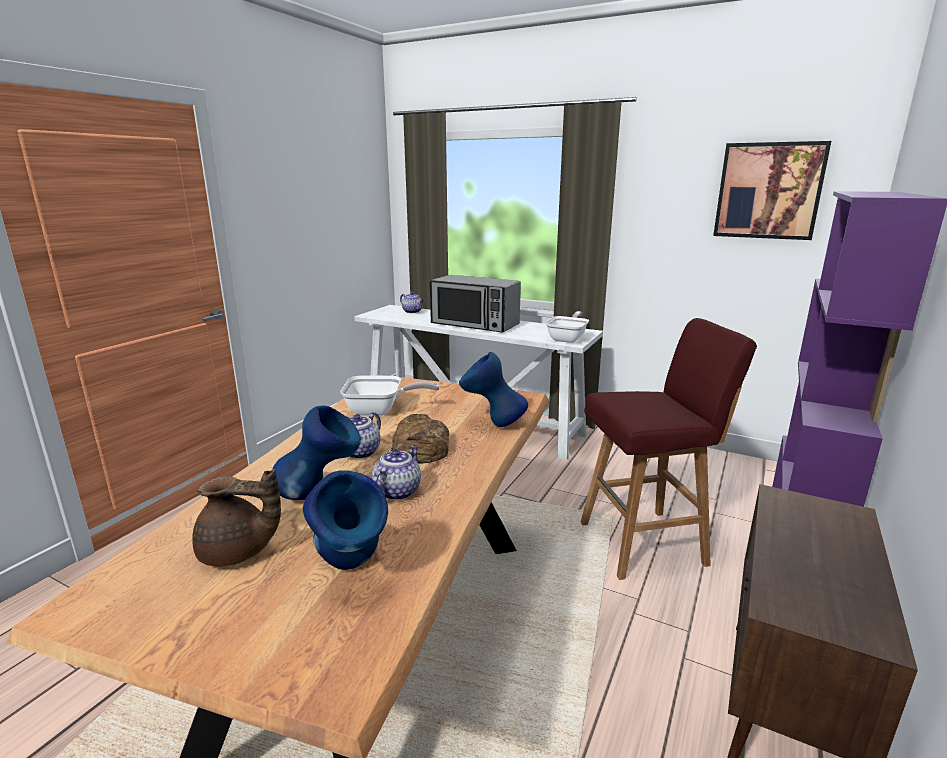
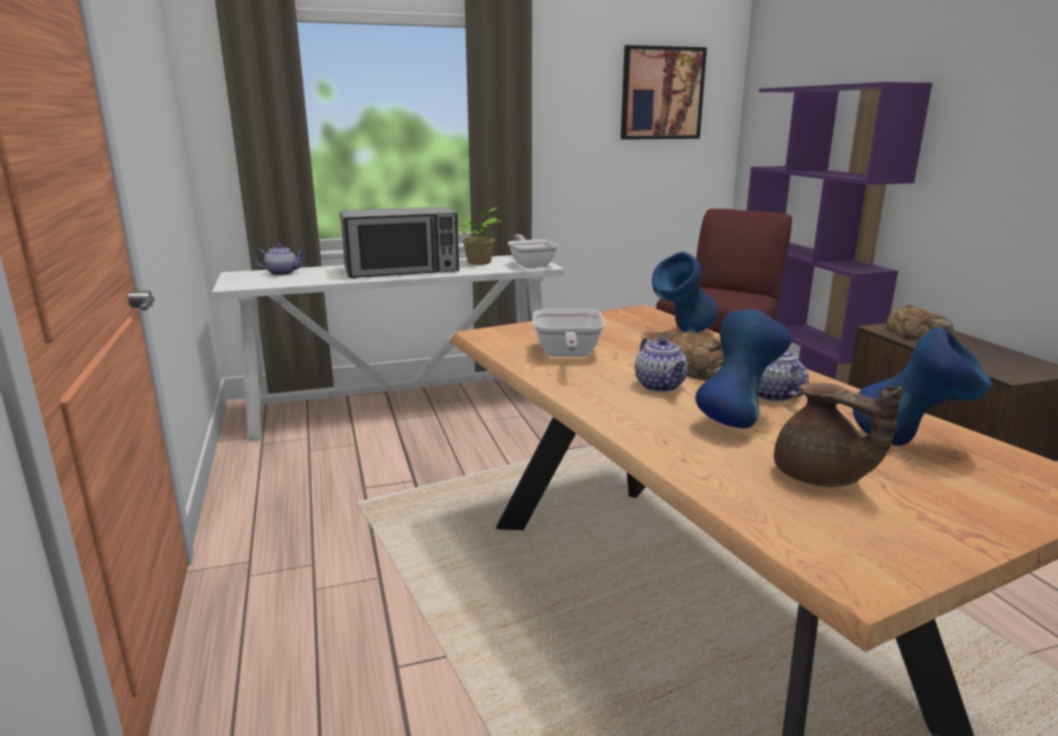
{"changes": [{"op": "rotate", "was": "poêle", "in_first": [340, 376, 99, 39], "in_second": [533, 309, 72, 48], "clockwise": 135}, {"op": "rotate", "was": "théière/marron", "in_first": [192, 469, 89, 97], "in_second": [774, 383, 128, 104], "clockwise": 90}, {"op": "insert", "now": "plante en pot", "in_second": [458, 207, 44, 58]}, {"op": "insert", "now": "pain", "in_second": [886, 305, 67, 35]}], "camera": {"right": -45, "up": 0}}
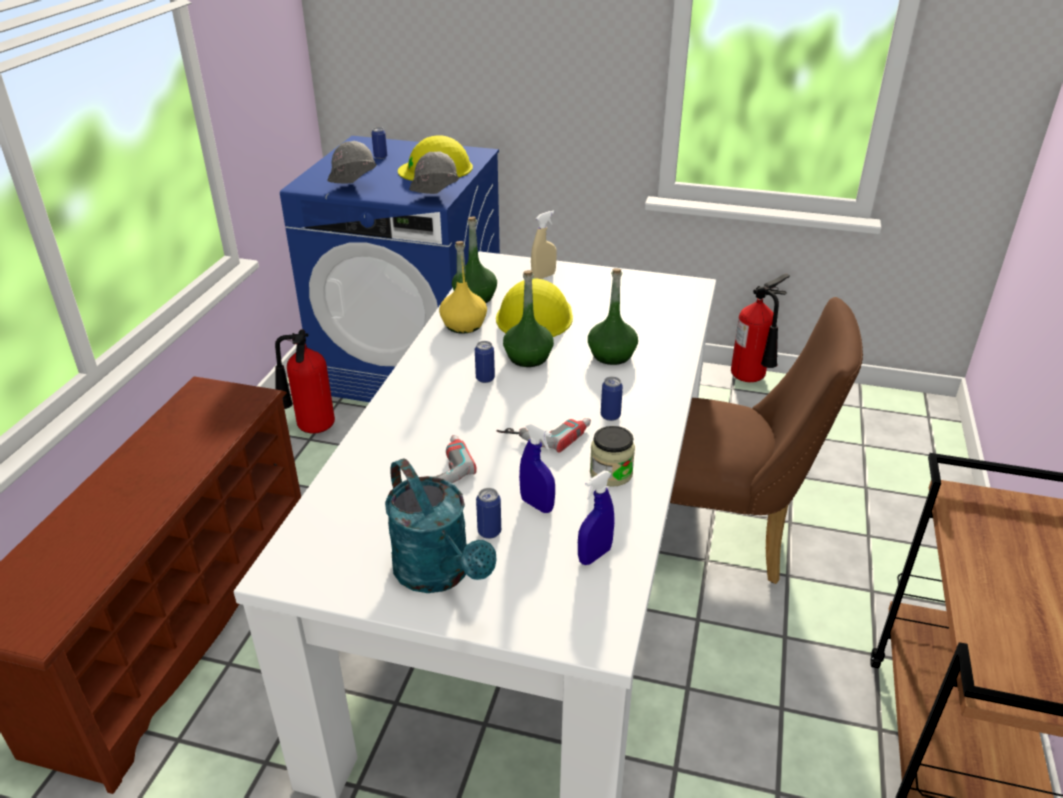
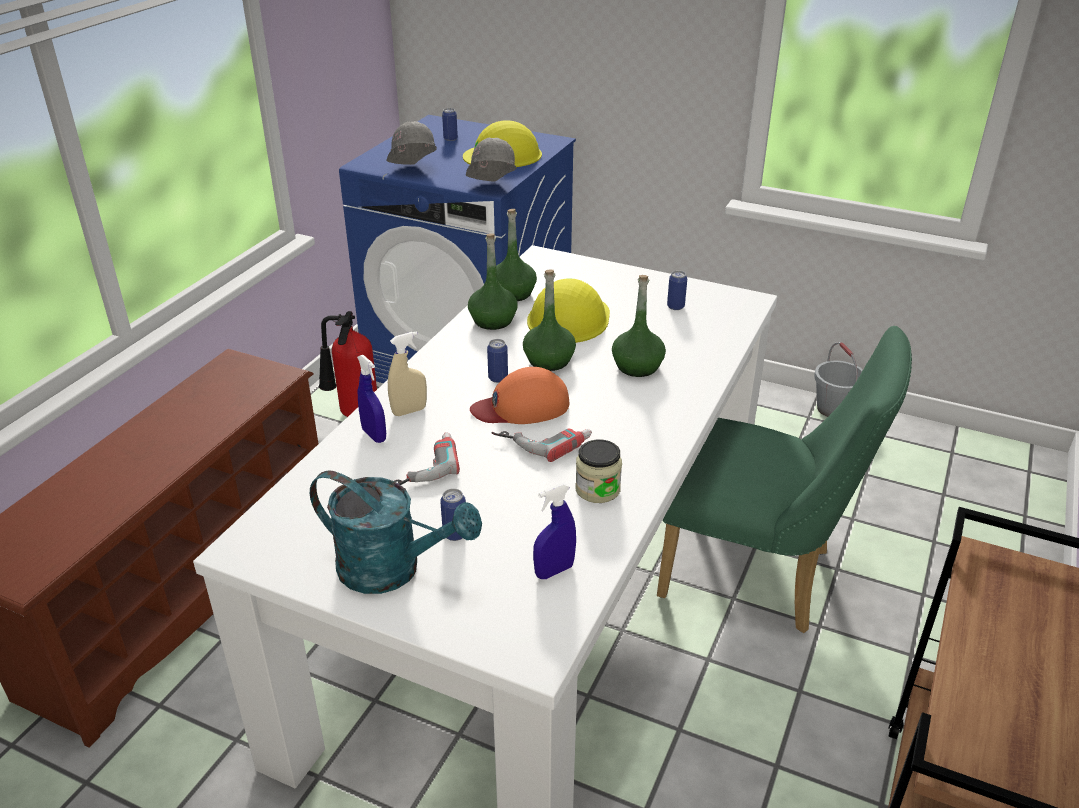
{"changes": [{"op": "move", "was": "vaporisateur/beige", "in_first": [531, 211, 26, 68], "in_second": [388, 331, 39, 85]}, {"op": "recolor", "was": "bouteille/jaune", "now": "bouteille/vert", "in_first": [439, 241, 48, 93], "in_second": [468, 233, 50, 97]}, {"op": "replace", "was": "extincteur", "now": "seau/gris", "in_first": [731, 274, 59, 108], "in_second": [814, 342, 49, 75]}, {"op": "recolor", "was": "chaise/marron", "now": "chaise/vert", "in_first": [670, 297, 193, 287], "in_second": [657, 326, 255, 307]}, {"op": "move", "was": "boîte métallique", "in_first": [601, 376, 22, 45], "in_second": [667, 270, 20, 40]}, {"op": "move", "was": "vaporisateur/bleu", "in_first": [519, 423, 36, 90], "in_second": [357, 355, 29, 88]}, {"op": "rotate", "was": "arrosoir/turquoise", "in_first": [385, 459, 112, 134], "in_second": [310, 470, 172, 124], "clockwise": -45}, {"op": "insert", "now": "casquette/orange", "in_second": [470, 367, 100, 57]}], "camera": {"right": 10, "up": 0}}
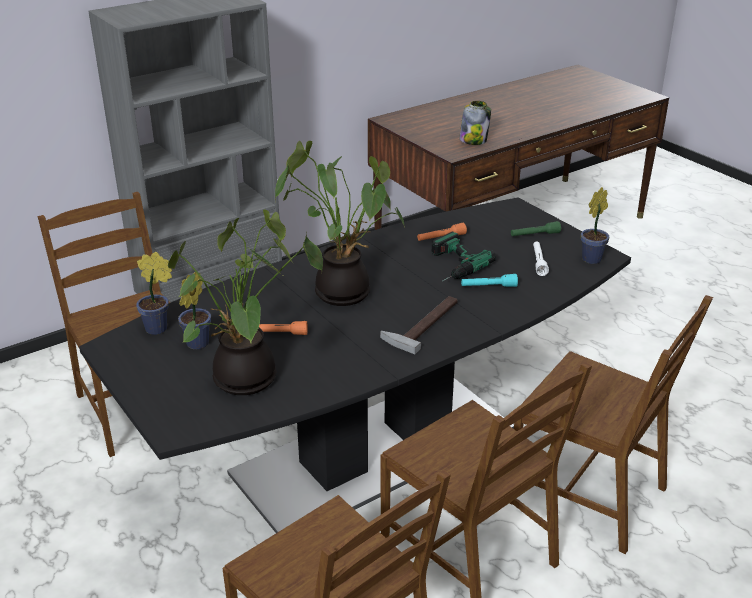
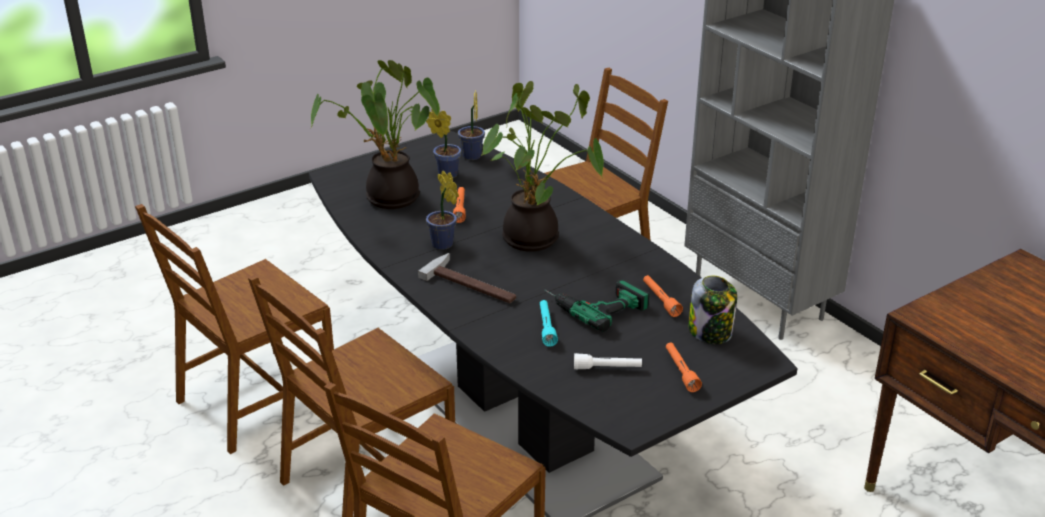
{"changes": [{"op": "move", "was": "bocal", "in_first": [459, 101, 32, 44], "in_second": [688, 275, 49, 69]}, {"op": "move", "was": "plante en pot", "in_first": [581, 187, 29, 77], "in_second": [426, 170, 33, 80]}, {"op": "recolor", "was": "lampe de poche/vert", "now": "lampe de poche/orange", "in_first": [511, 221, 50, 15], "in_second": [666, 342, 36, 50]}], "camera": {"right": 90, "up": 0}}
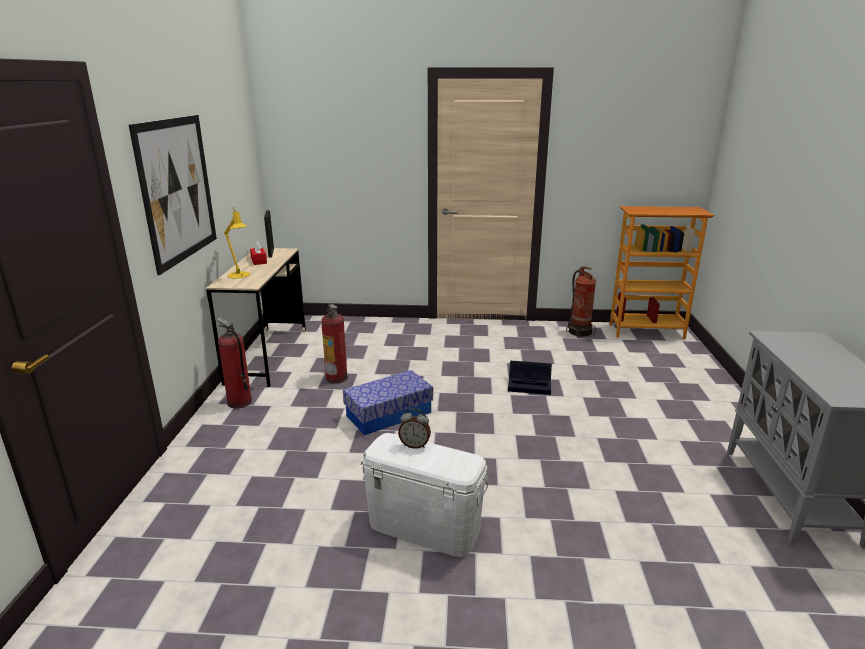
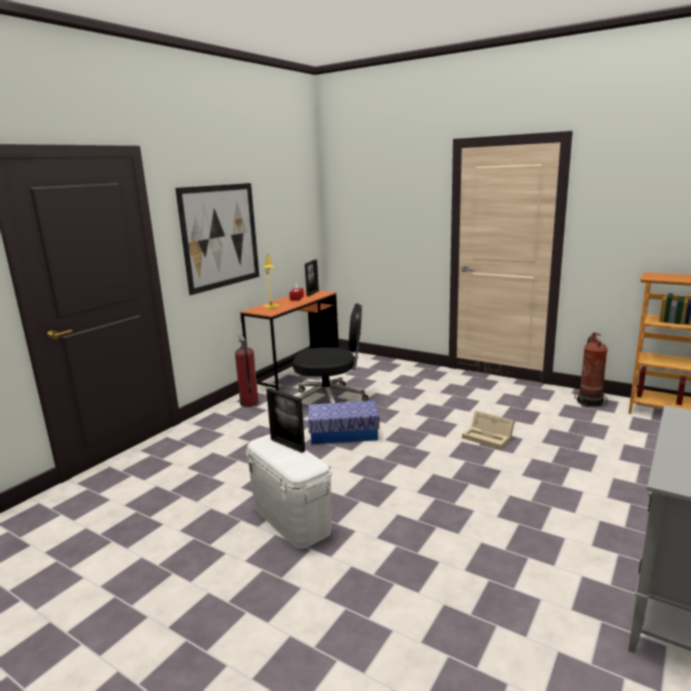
{"changes": [{"op": "recolor", "was": "bureau/beige", "now": "bureau/orange", "in_first": [206, 248, 100, 139], "in_second": [240, 290, 99, 101]}, {"op": "replace", "was": "extincteur", "now": "chaise de bureau/noir", "in_first": [321, 304, 27, 80], "in_second": [292, 304, 77, 99]}, {"op": "recolor", "was": "boîte de rangement/noir", "now": "boîte de rangement/beige", "in_first": [508, 361, 44, 34], "in_second": [462, 411, 53, 38]}, {"op": "replace", "was": "réveil", "now": "cadre photo", "in_first": [398, 408, 33, 41], "in_second": [266, 388, 39, 65]}], "camera": {"right": 30, "up": -5}}
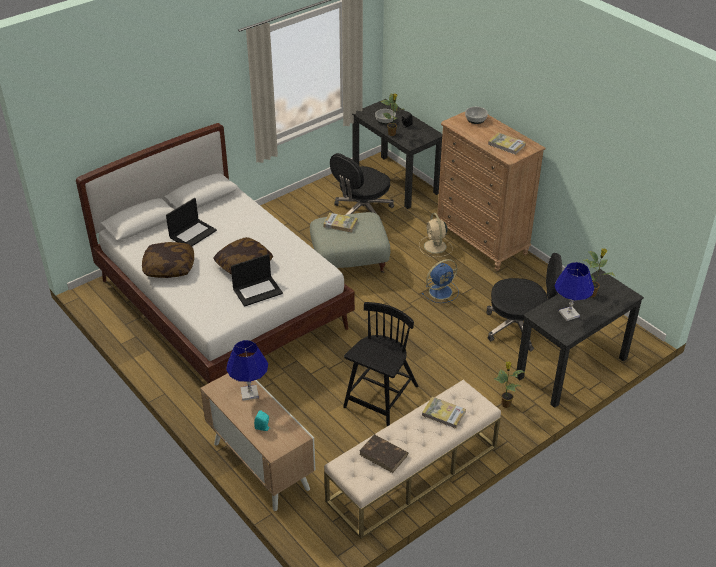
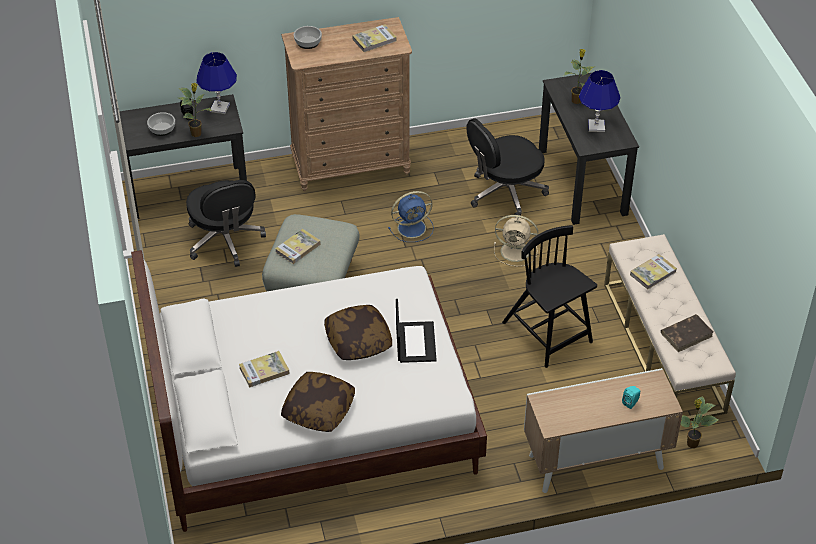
{"changes": [{"op": "replace", "was": "ordinateur portable", "now": "livre", "in_first": [166, 198, 51, 48], "in_second": [239, 351, 51, 37]}, {"op": "move", "was": "ventilateur/beige", "in_first": [419, 213, 34, 44], "in_second": [494, 215, 44, 51]}, {"op": "rotate", "was": "chaise de bureau/noir", "in_first": [486, 253, 76, 98], "in_second": [466, 118, 83, 100], "clockwise": -150}, {"op": "rotate", "was": "ventilateur/bleu", "in_first": [422, 259, 37, 44], "in_second": [388, 191, 46, 51], "clockwise": 75}, {"op": "move", "was": "lampe de table/bleu", "in_first": [226, 340, 42, 61], "in_second": [196, 52, 41, 62]}, {"op": "move", "was": "plante en pot", "in_first": [494, 361, 30, 47], "in_second": [681, 396, 38, 52]}], "camera": {"right": -65, "up": 5}}
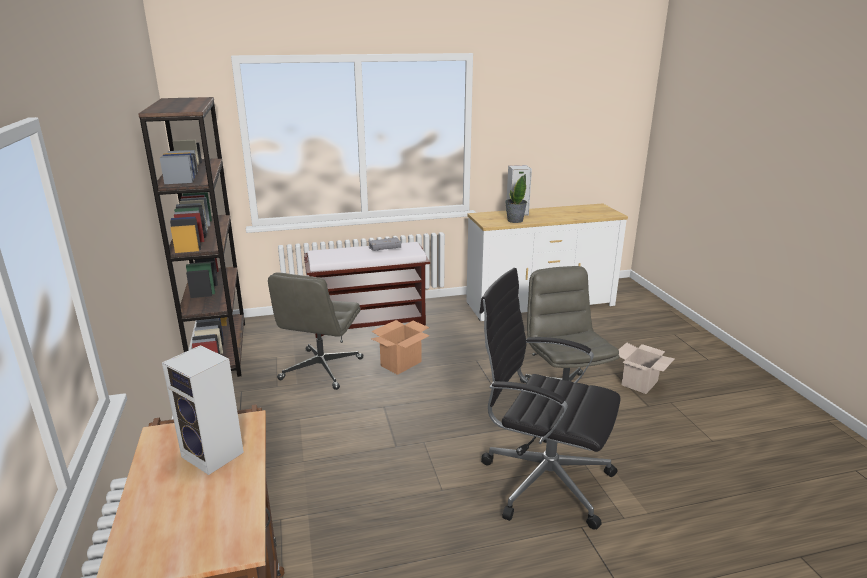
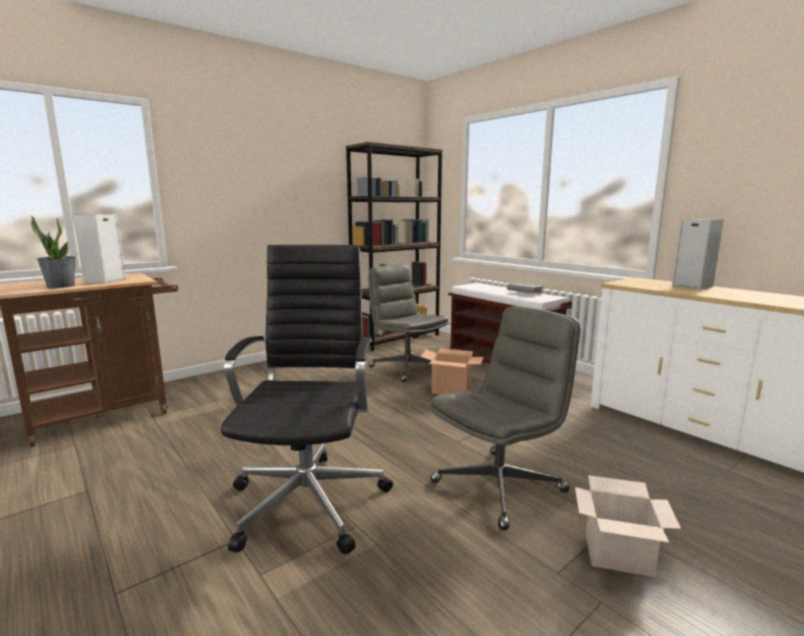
{"changes": [{"op": "move", "was": "plante en pot", "in_first": [505, 173, 22, 50], "in_second": [30, 215, 46, 73]}, {"op": "rotate", "was": "chaise de bureau/gris", "in_first": [268, 273, 96, 117], "in_second": [368, 264, 81, 118], "clockwise": 60}], "camera": {"right": 65, "up": -10}}
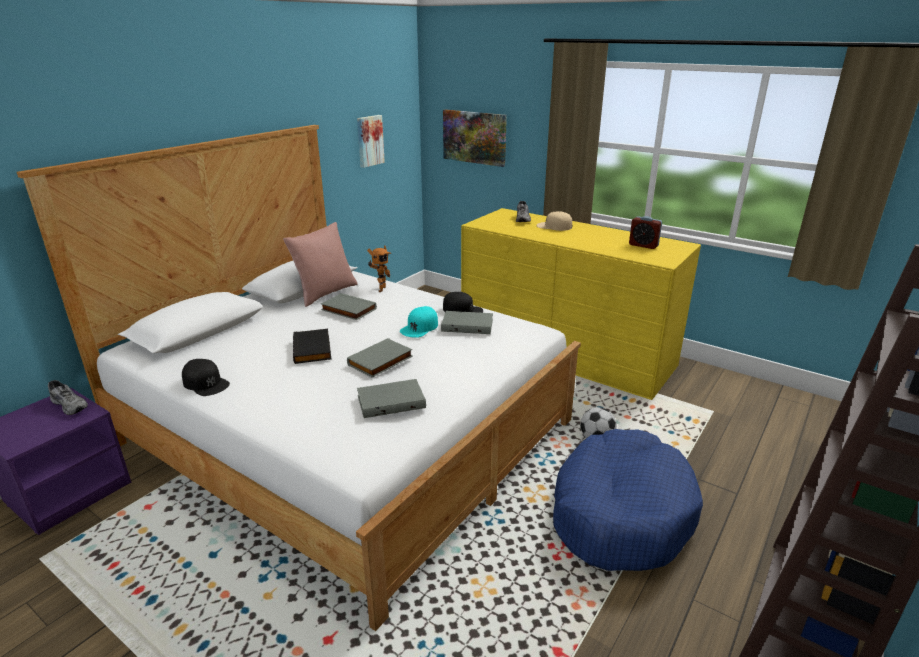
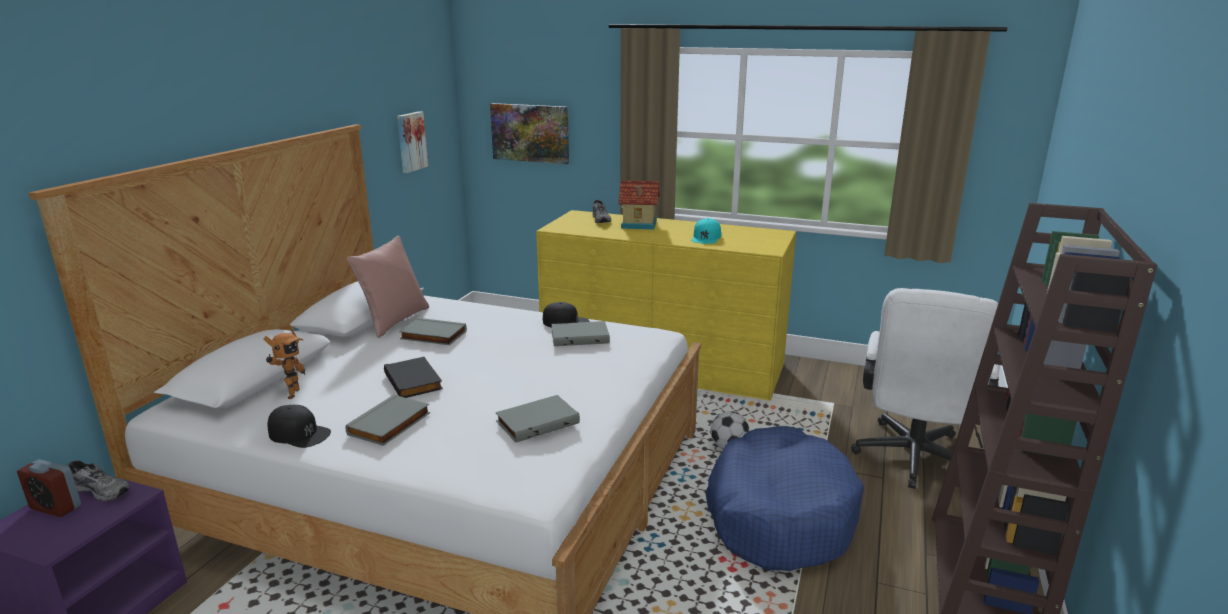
{"changes": [{"op": "replace", "was": "casquette/beige", "now": "maison miniature", "in_first": [537, 211, 35, 20], "in_second": [618, 180, 42, 49]}, {"op": "move", "was": "réveil", "in_first": [629, 216, 33, 33], "in_second": [17, 459, 64, 58]}, {"op": "move", "was": "robot jouet", "in_first": [367, 245, 25, 47], "in_second": [263, 328, 42, 71]}, {"op": "move", "was": "casquette/turquoise", "in_first": [400, 306, 38, 32], "in_second": [691, 218, 30, 26]}, {"op": "move", "was": "livre/gris", "in_first": [347, 338, 66, 39], "in_second": [345, 394, 85, 52]}, {"op": "insert", "now": "chaise de bureau/blanc", "in_second": [851, 288, 148, 201]}], "camera": {"right": -15, "up": -5}}
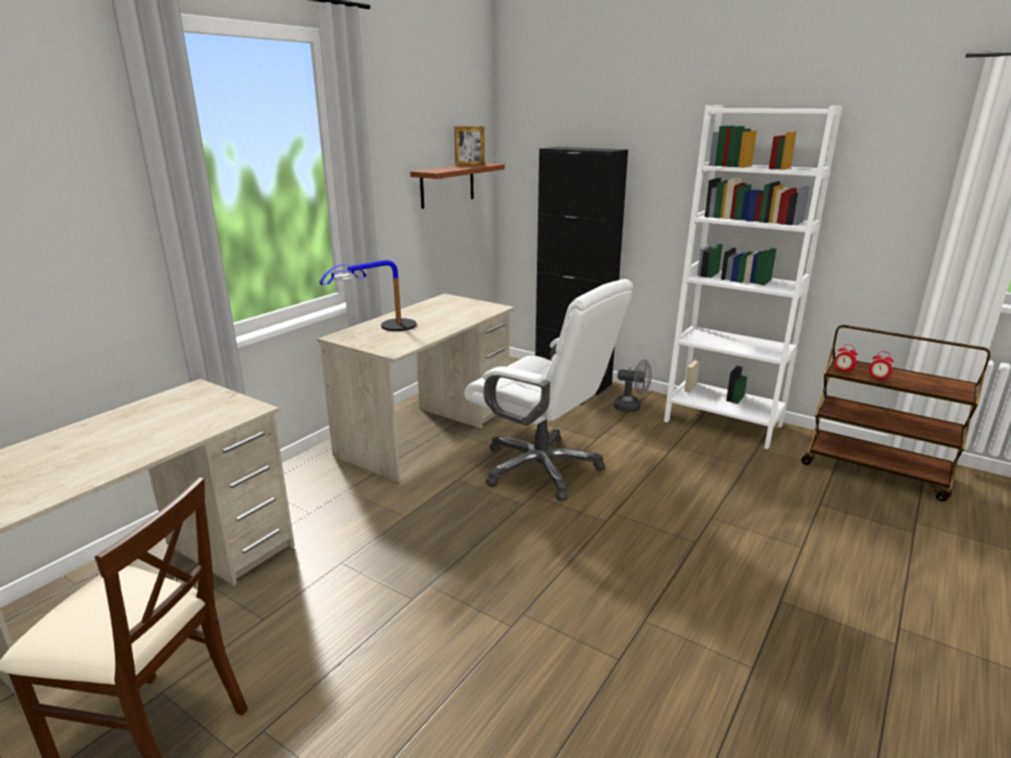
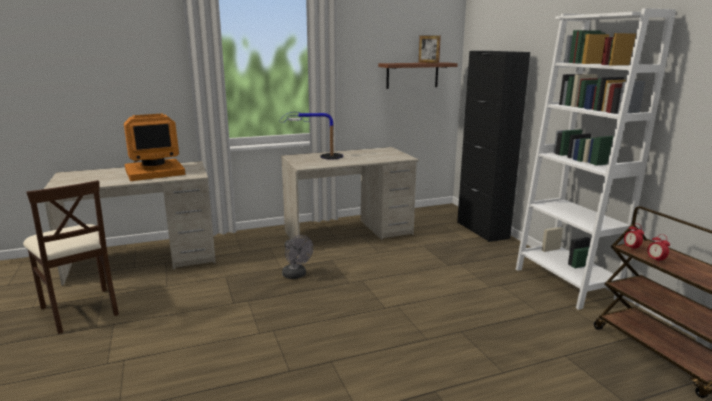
{"changes": [{"op": "delete", "was": "chaise de bureau/blanc", "in_first": [464, 279, 169, 222]}, {"op": "move", "was": "ventilateur/gris", "in_first": [614, 359, 38, 53], "in_second": [282, 235, 31, 44]}, {"op": "insert", "now": "écran d'ordinateur", "in_second": [124, 114, 62, 67]}], "camera": {"right": 35, "up": -5}}
